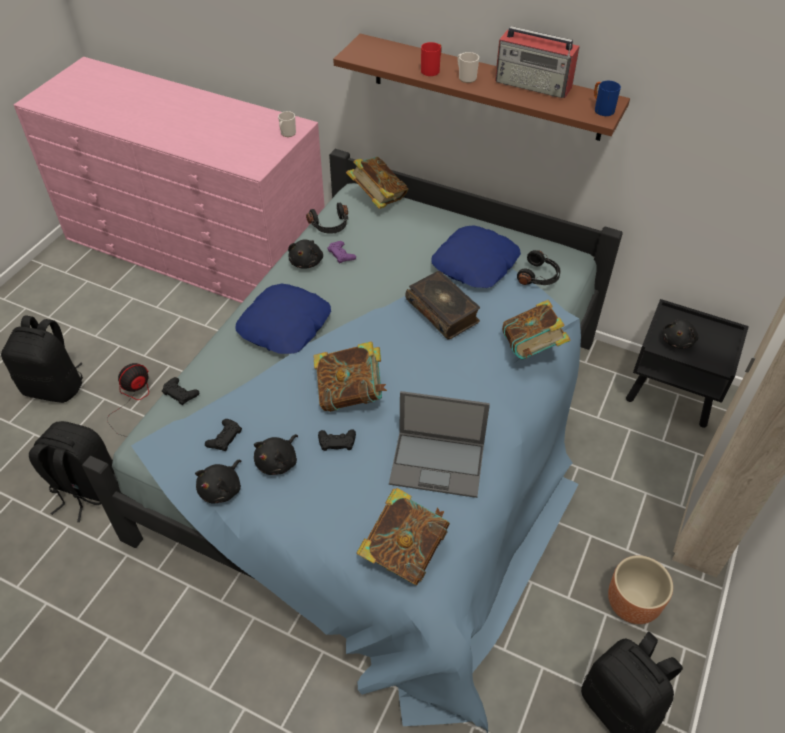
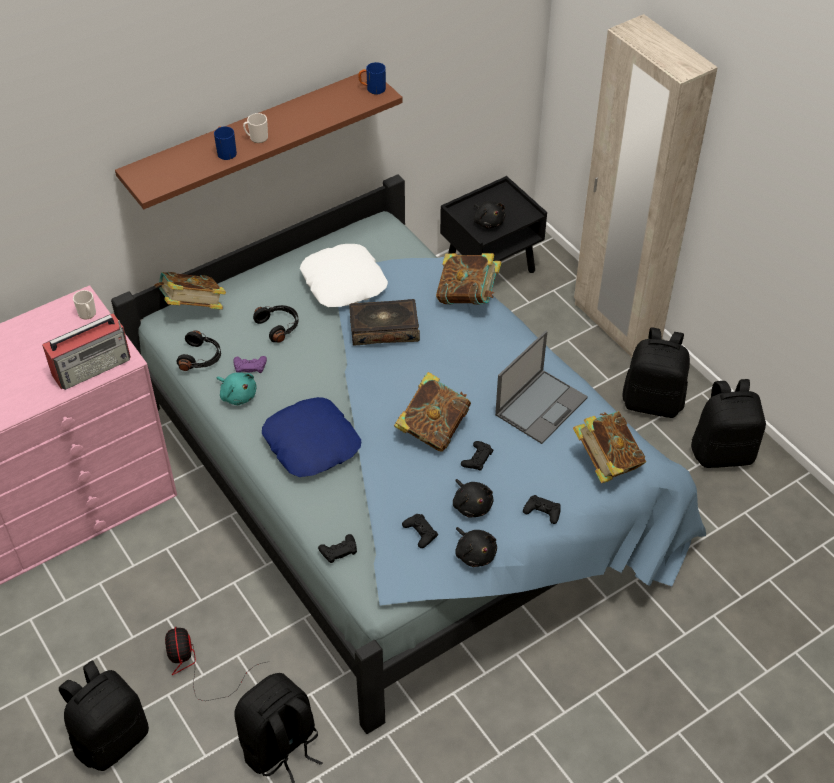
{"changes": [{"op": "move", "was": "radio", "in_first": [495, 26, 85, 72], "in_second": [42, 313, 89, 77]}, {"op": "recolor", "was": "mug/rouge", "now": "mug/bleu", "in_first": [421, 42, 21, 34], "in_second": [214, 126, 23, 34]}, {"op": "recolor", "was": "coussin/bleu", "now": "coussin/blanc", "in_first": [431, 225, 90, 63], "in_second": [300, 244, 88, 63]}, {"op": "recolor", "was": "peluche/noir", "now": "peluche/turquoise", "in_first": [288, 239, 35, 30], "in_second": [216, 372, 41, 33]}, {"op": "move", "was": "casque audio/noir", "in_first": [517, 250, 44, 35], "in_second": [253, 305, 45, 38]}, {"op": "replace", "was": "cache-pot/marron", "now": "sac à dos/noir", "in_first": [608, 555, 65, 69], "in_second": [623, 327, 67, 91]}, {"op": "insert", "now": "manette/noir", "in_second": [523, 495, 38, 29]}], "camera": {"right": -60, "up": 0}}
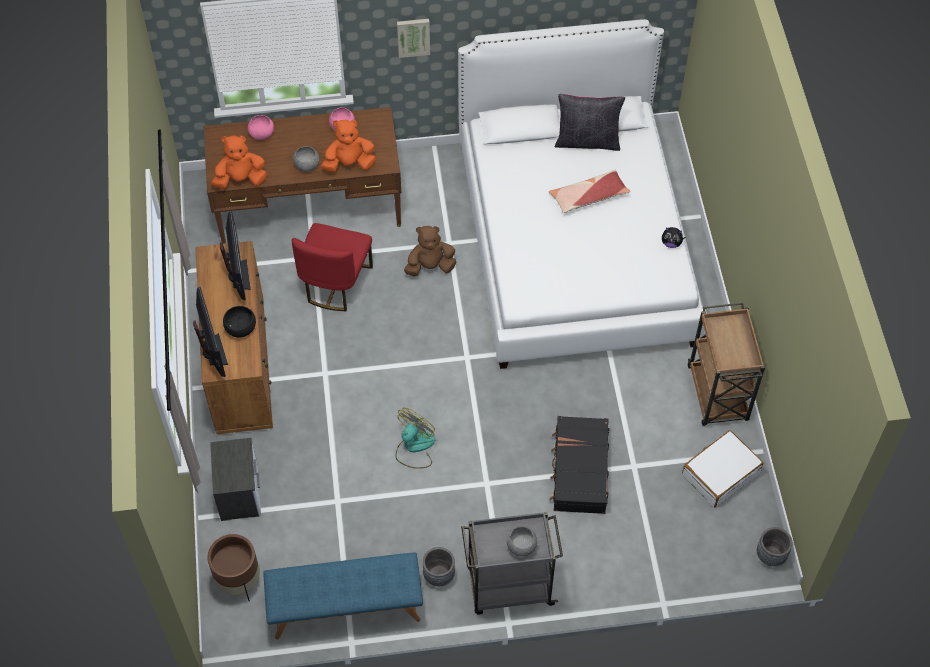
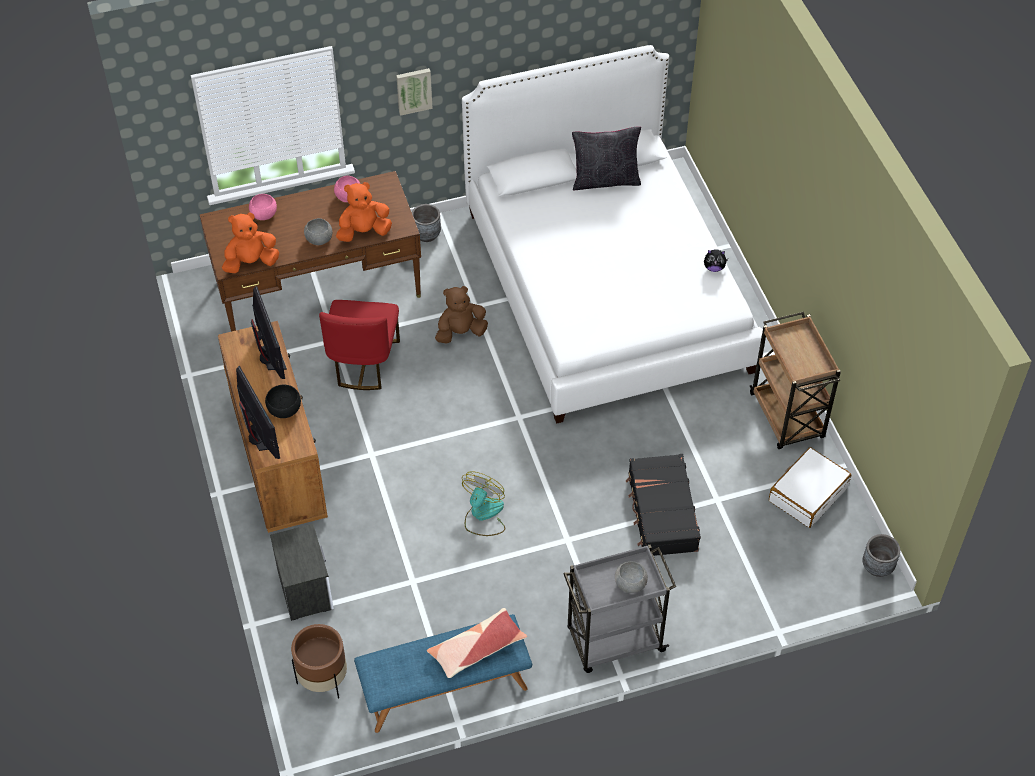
{"changes": [{"op": "move", "was": "coussin", "in_first": [549, 170, 82, 43], "in_second": [427, 608, 100, 70]}, {"op": "move", "was": "cache-pot/gris", "in_first": [423, 547, 32, 39], "in_second": [412, 204, 29, 38]}], "camera": {"right": -10, "up": -5}}
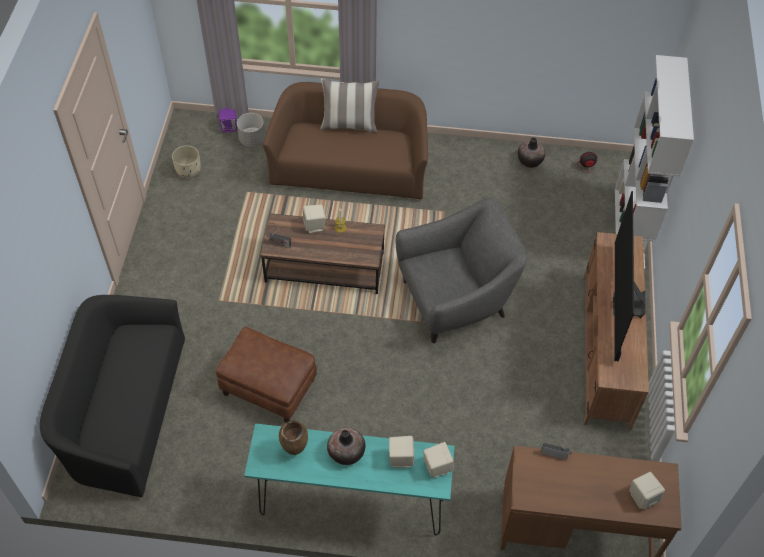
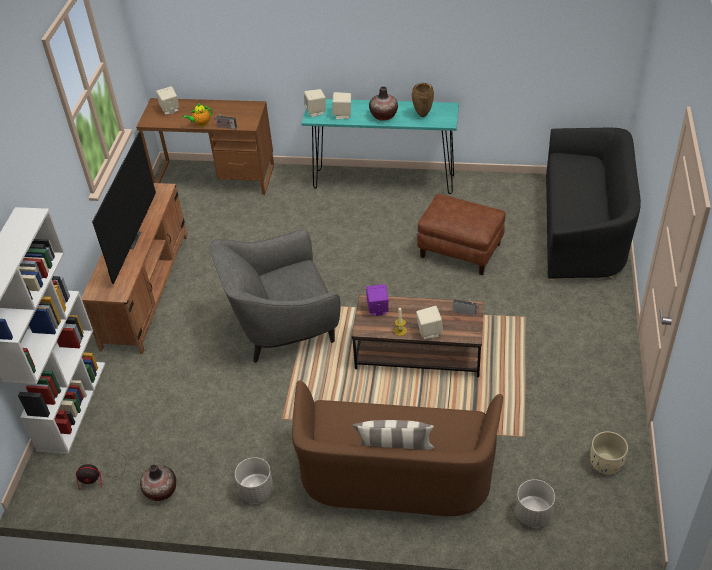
{"changes": [{"op": "move", "was": "enceinte/violet", "in_first": [219, 108, 18, 25], "in_second": [366, 284, 23, 32]}, {"op": "insert", "now": "théière", "in_second": [183, 103, 29, 23]}, {"op": "insert", "now": "cache-pot/gris", "in_second": [235, 457, 39, 46]}], "camera": {"right": -175, "up": -10}}
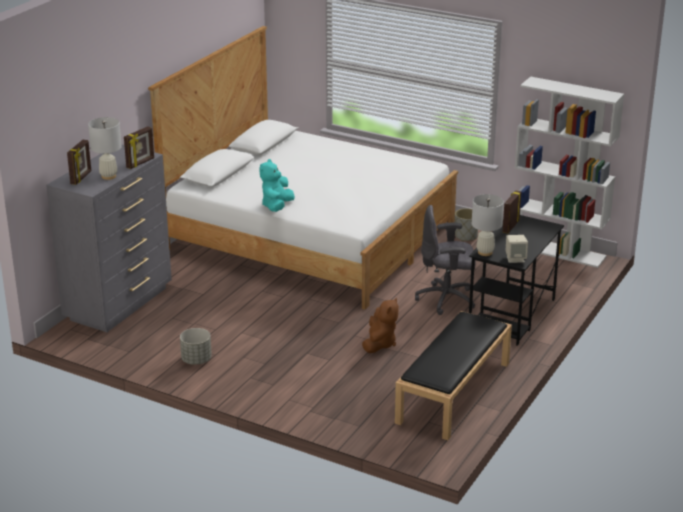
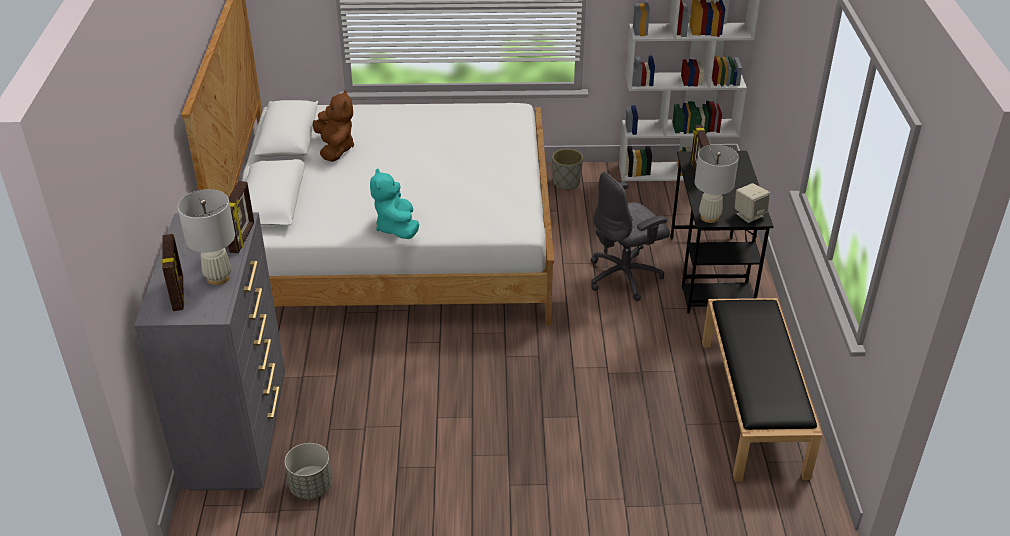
{"changes": [{"op": "move", "was": "peluche/marron", "in_first": [362, 298, 37, 55], "in_second": [313, 90, 41, 72]}, {"op": "move", "was": "cache-pot/gris", "in_first": [180, 328, 32, 37], "in_second": [285, 443, 47, 56]}], "camera": {"right": -30, "up": 10}}
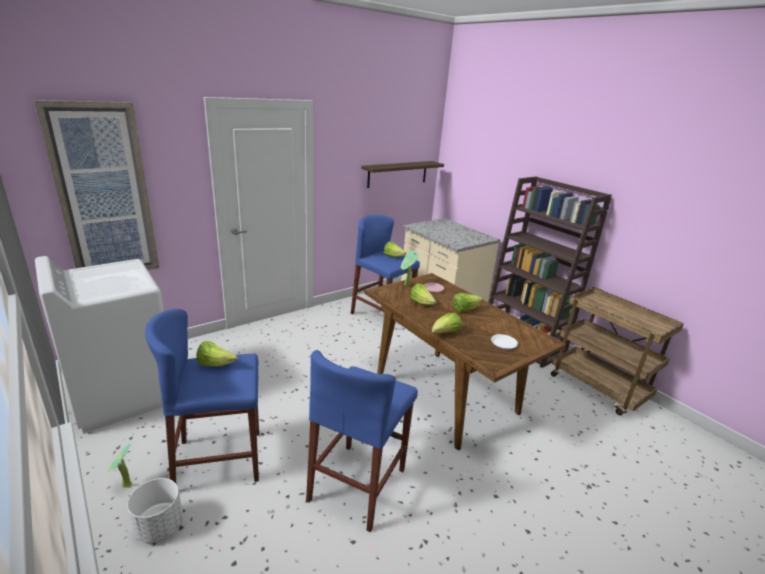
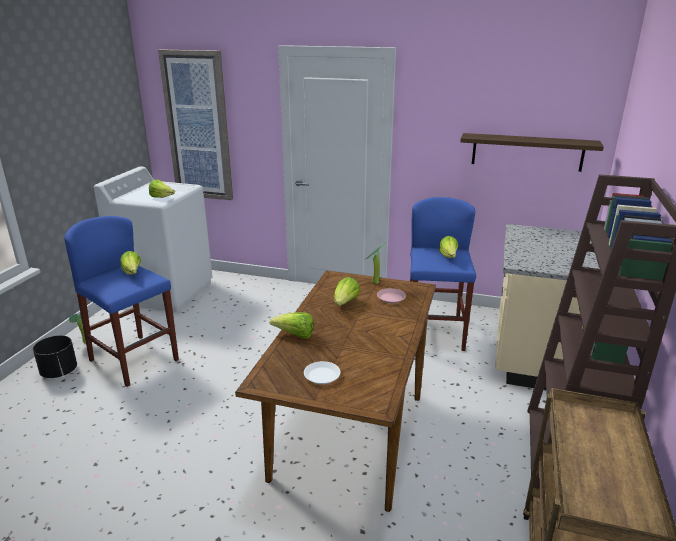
{"changes": [{"op": "move", "was": "laitue", "in_first": [453, 293, 29, 19], "in_second": [149, 180, 26, 18]}, {"op": "delete", "was": "tabouret/bleu", "in_first": [306, 350, 112, 182]}, {"op": "recolor", "was": "cache-pot/blanc", "now": "cache-pot/noir", "in_first": [127, 478, 56, 65], "in_second": [33, 335, 44, 43]}], "camera": {"right": 55, "up": 0}}
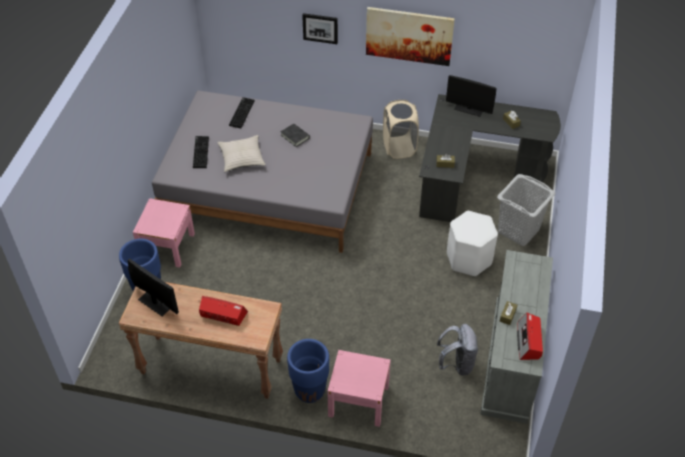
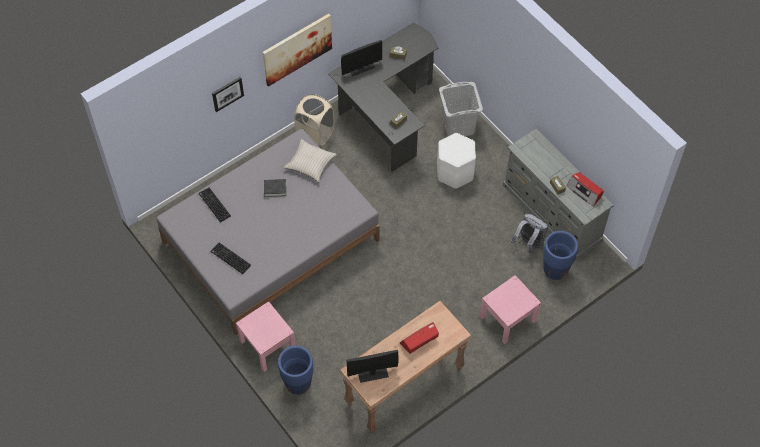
{"changes": [{"op": "move", "was": "coussin/beige", "in_first": [217, 135, 49, 37], "in_second": [284, 139, 53, 43]}, {"op": "move", "was": "cache-pot/bleu", "in_first": [287, 339, 42, 64], "in_second": [543, 231, 35, 49]}], "camera": {"right": -50, "up": 10}}
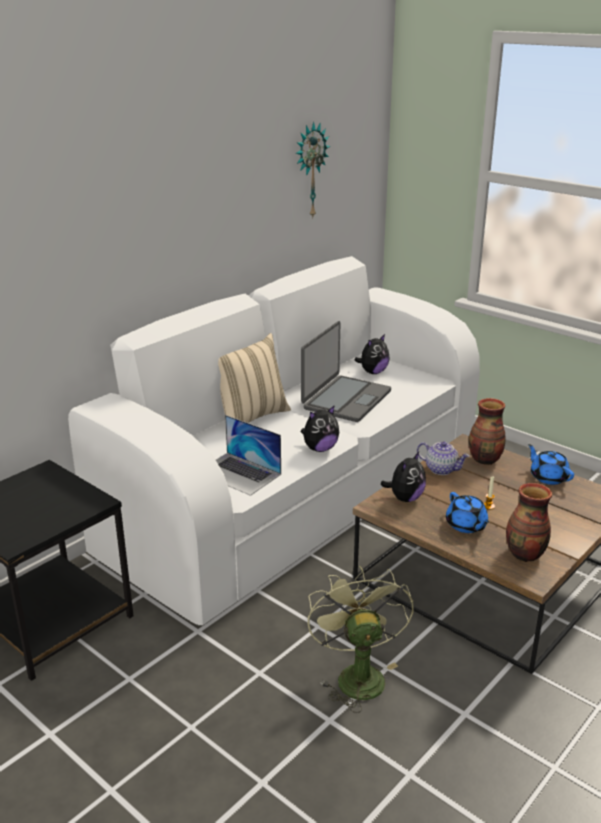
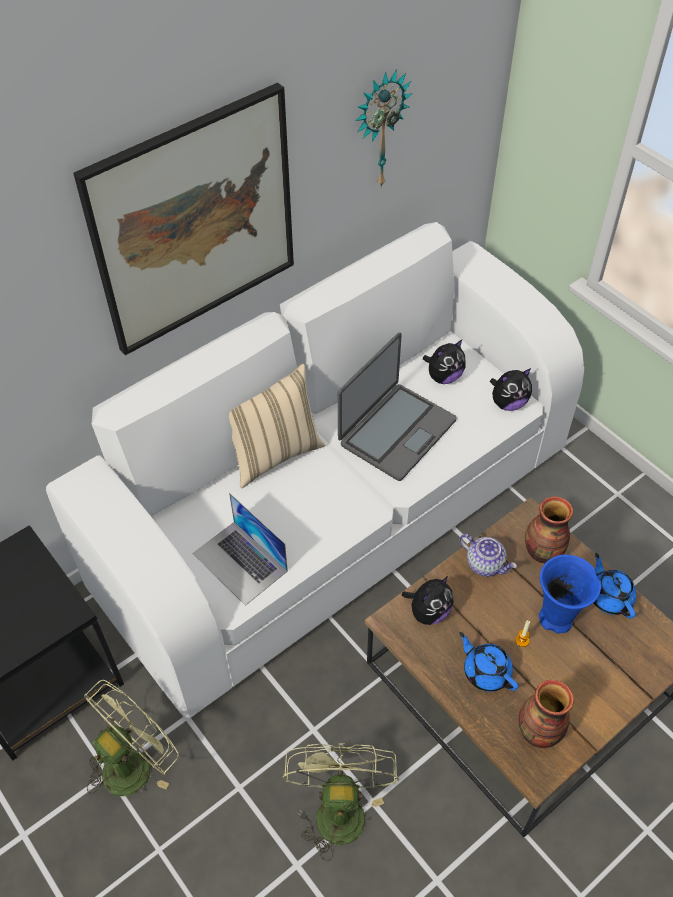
{"changes": [{"op": "move", "was": "peluche", "in_first": [301, 405, 38, 47], "in_second": [490, 368, 42, 43]}, {"op": "rotate", "was": "théière/bleu", "in_first": [446, 492, 43, 41], "in_second": [459, 632, 59, 60], "clockwise": 150}, {"op": "insert", "now": "tableau", "in_second": [73, 82, 221, 273]}, {"op": "insert", "now": "vase/bleu", "in_second": [539, 555, 63, 79]}, {"op": "insert", "now": "ventilateur/vert", "in_second": [84, 680, 94, 116]}], "camera": {"right": 10, "up": 25}}
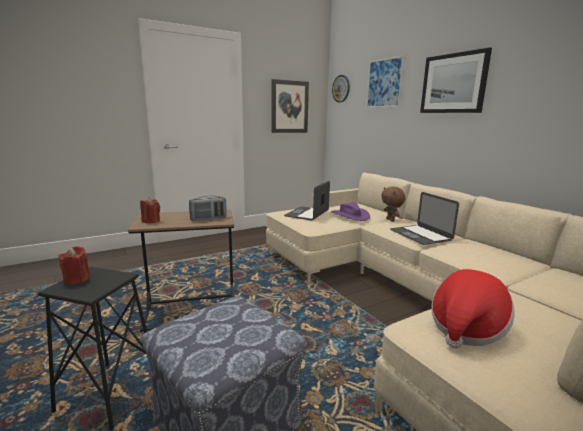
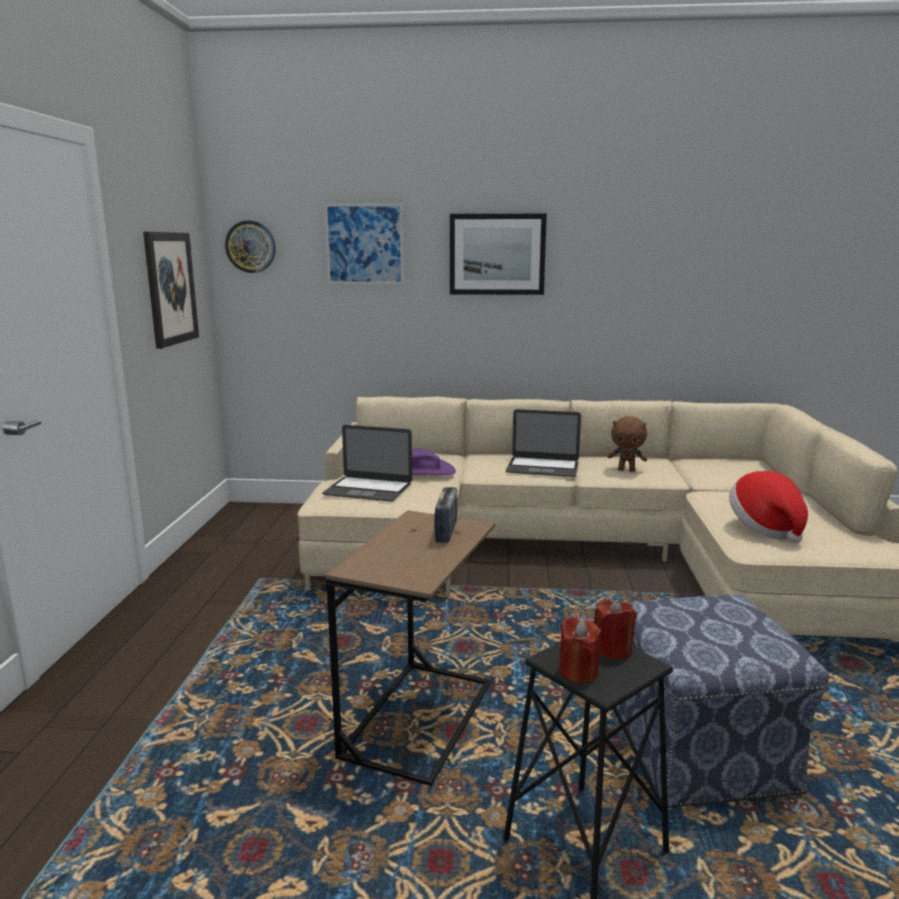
{"changes": [{"op": "rotate", "was": "ordinateur portable", "in_first": [284, 181, 46, 39], "in_second": [322, 425, 90, 77], "clockwise": -45}, {"op": "move", "was": "peluche/marron", "in_first": [381, 187, 24, 35], "in_second": [608, 416, 39, 56]}, {"op": "move", "was": "bougie/rouge", "in_first": [140, 198, 20, 25], "in_second": [594, 599, 43, 61]}], "camera": {"right": -55, "up": 0}}
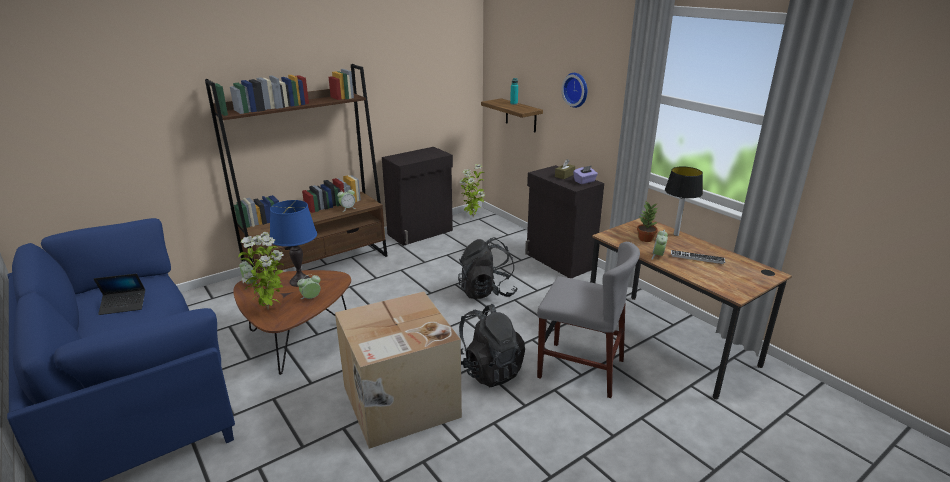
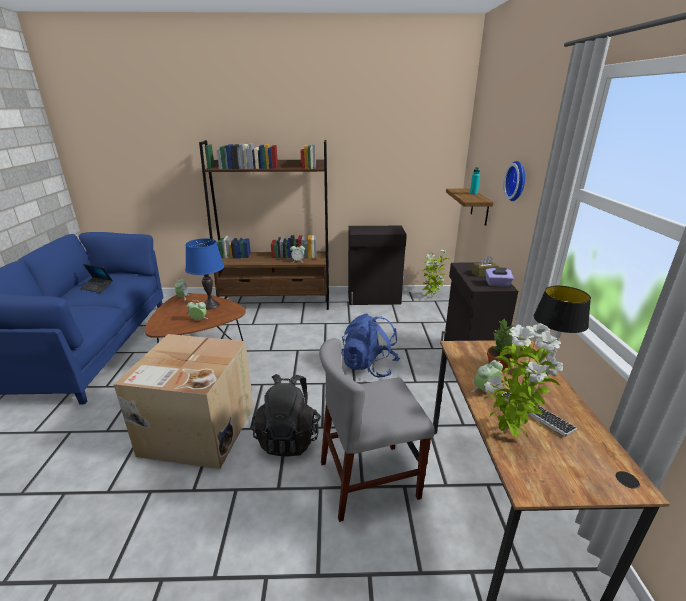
{"changes": [{"op": "move", "was": "plante en pot", "in_first": [238, 232, 46, 78], "in_second": [484, 323, 79, 114]}, {"op": "recolor", "was": "sac à dos/noir", "now": "sac à dos/bleu", "in_first": [458, 237, 60, 62], "in_second": [341, 314, 59, 64]}, {"op": "rotate", "was": "chaise/gris", "in_first": [537, 242, 103, 156], "in_second": [319, 338, 116, 184], "clockwise": 105}], "camera": {"right": 35, "up": 0}}
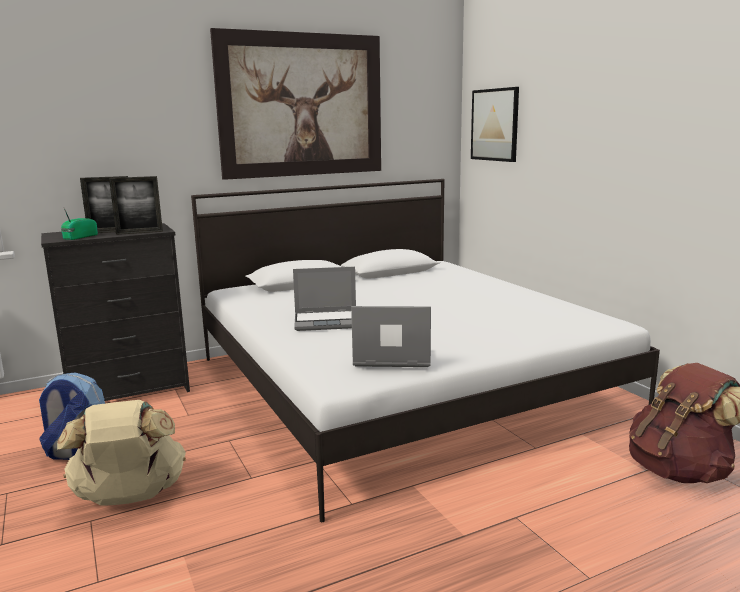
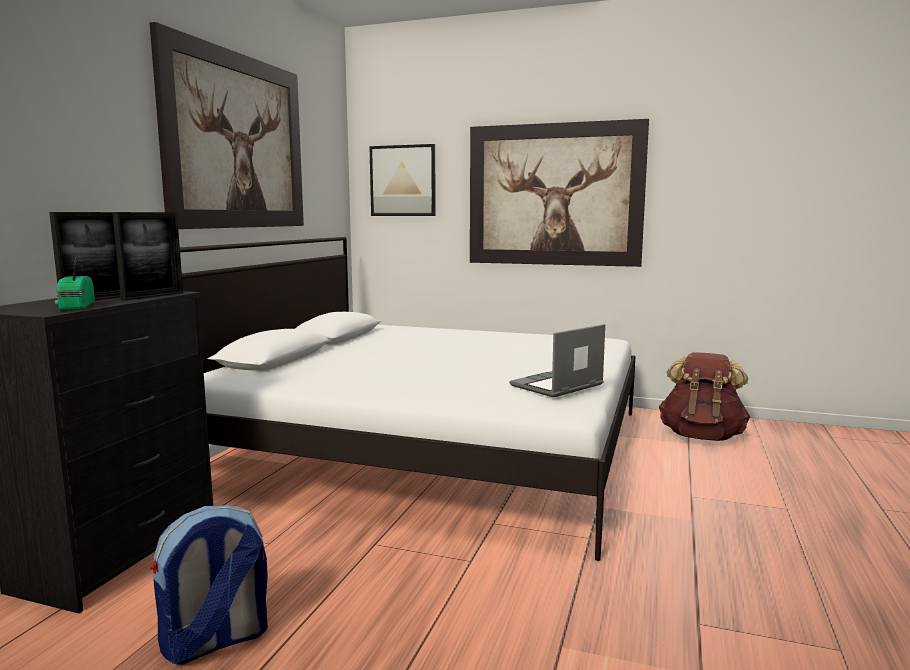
{"changes": [{"op": "delete", "was": "ordinateur portable", "in_first": [293, 267, 63, 64]}, {"op": "delete", "was": "sac à dos/beige", "in_first": [57, 400, 129, 106]}, {"op": "insert", "now": "tableau", "in_second": [470, 119, 179, 148]}], "camera": {"right": -45, "up": -5}}
